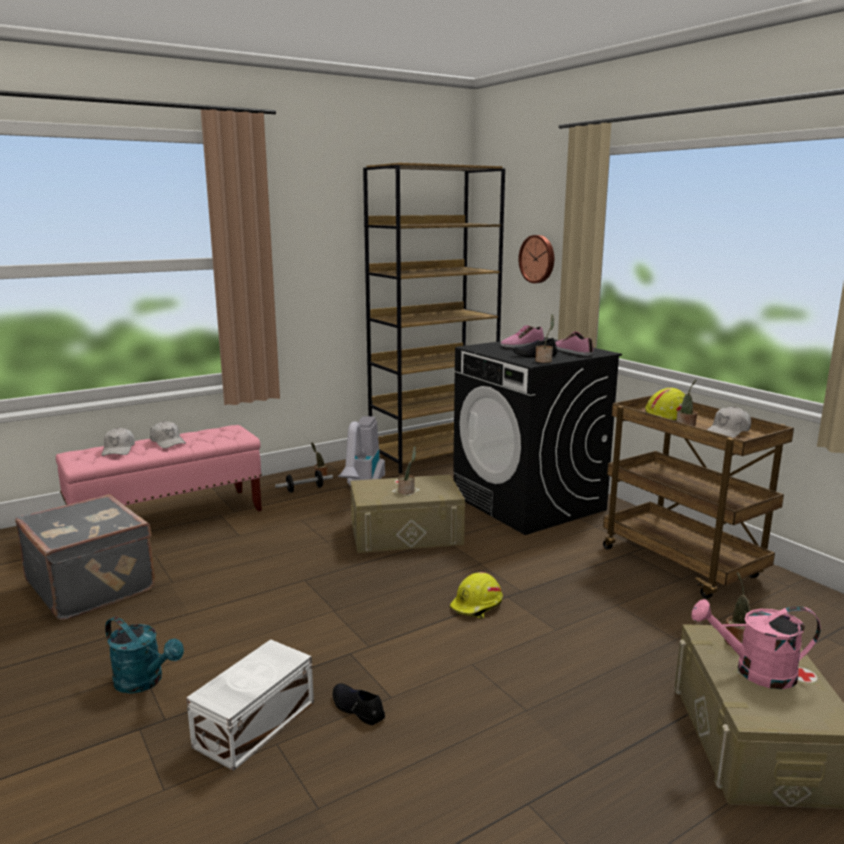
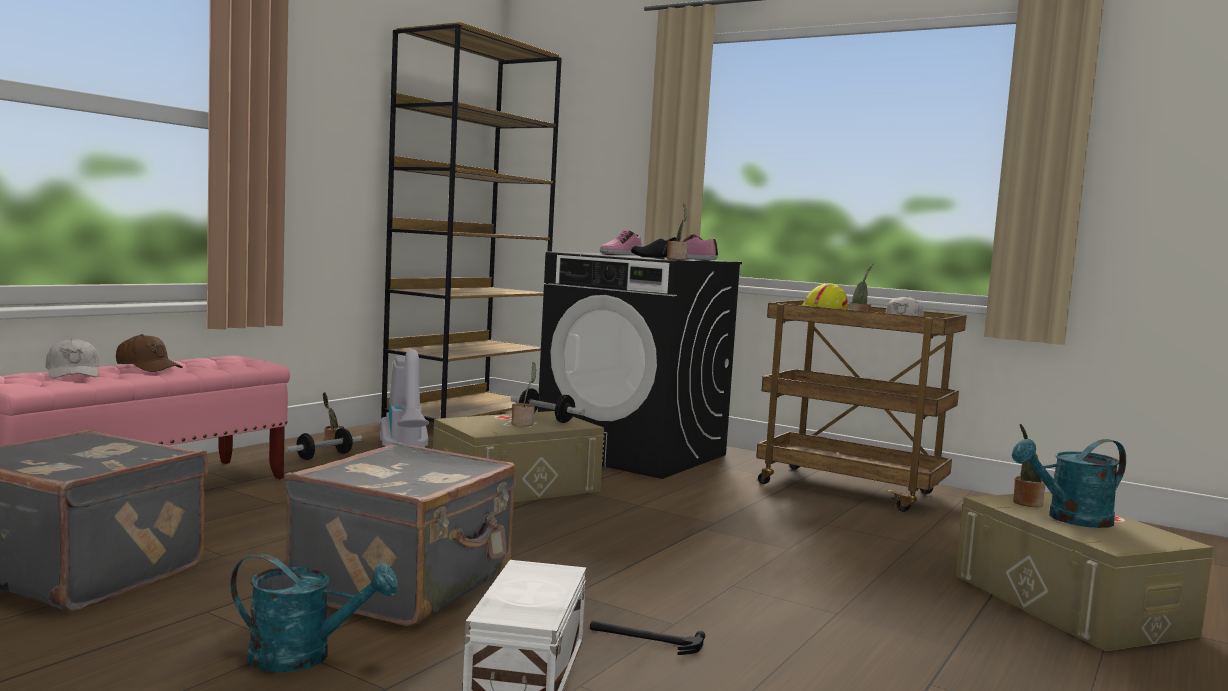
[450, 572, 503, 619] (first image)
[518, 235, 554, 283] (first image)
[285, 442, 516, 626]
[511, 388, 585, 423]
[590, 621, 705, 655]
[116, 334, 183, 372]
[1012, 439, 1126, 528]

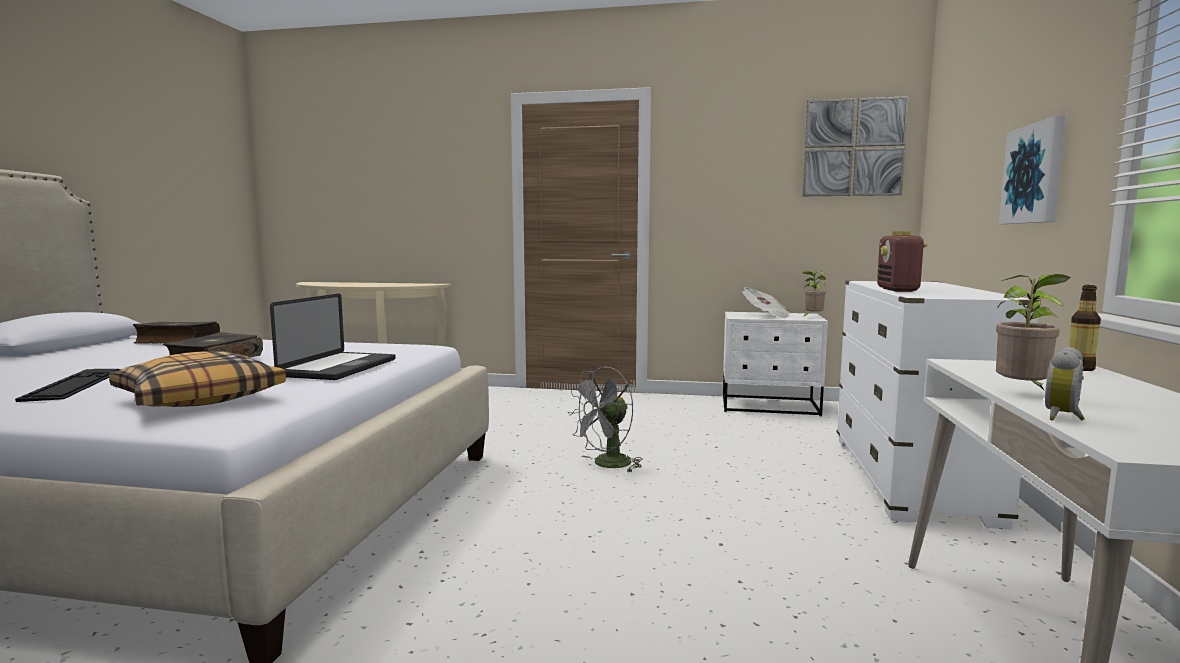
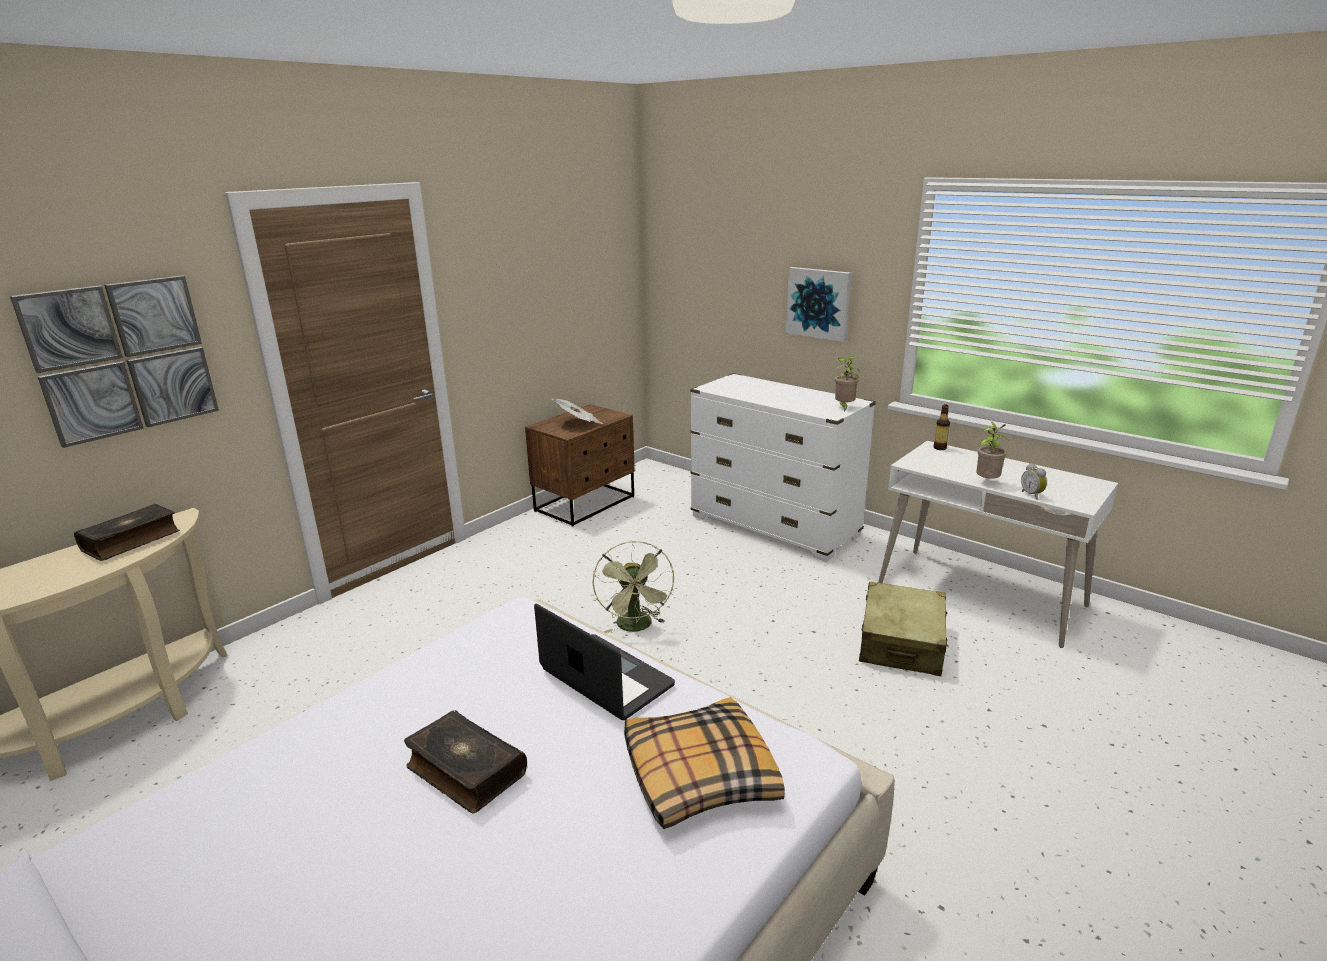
[15, 369, 121, 402] (first image)
[877, 231, 928, 292] (first image)
[859, 582, 948, 676]
[74, 504, 180, 561]
[835, 356, 859, 411]
[10, 275, 219, 448]
[592, 541, 674, 633]
[525, 404, 635, 527]

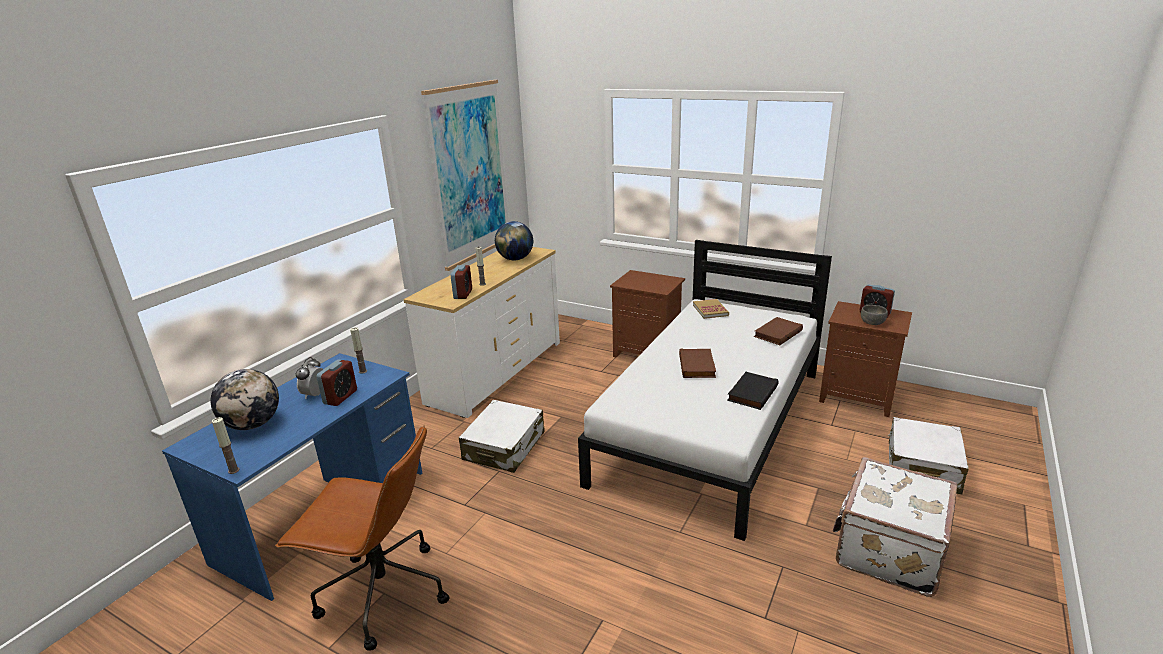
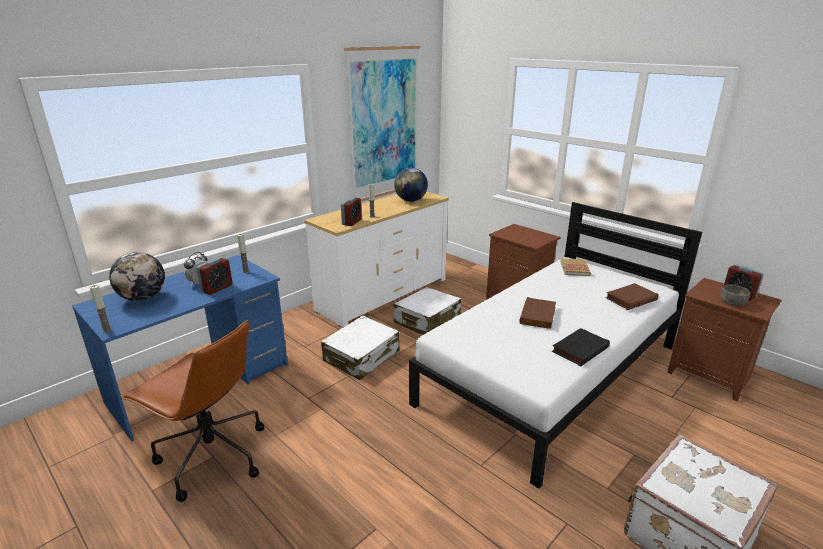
[394, 287, 461, 335]

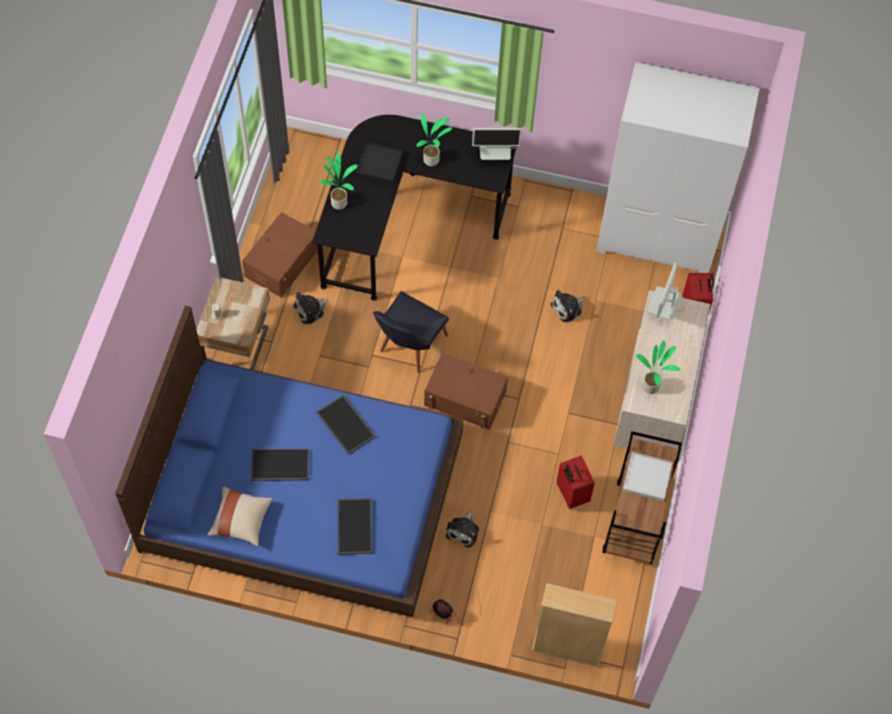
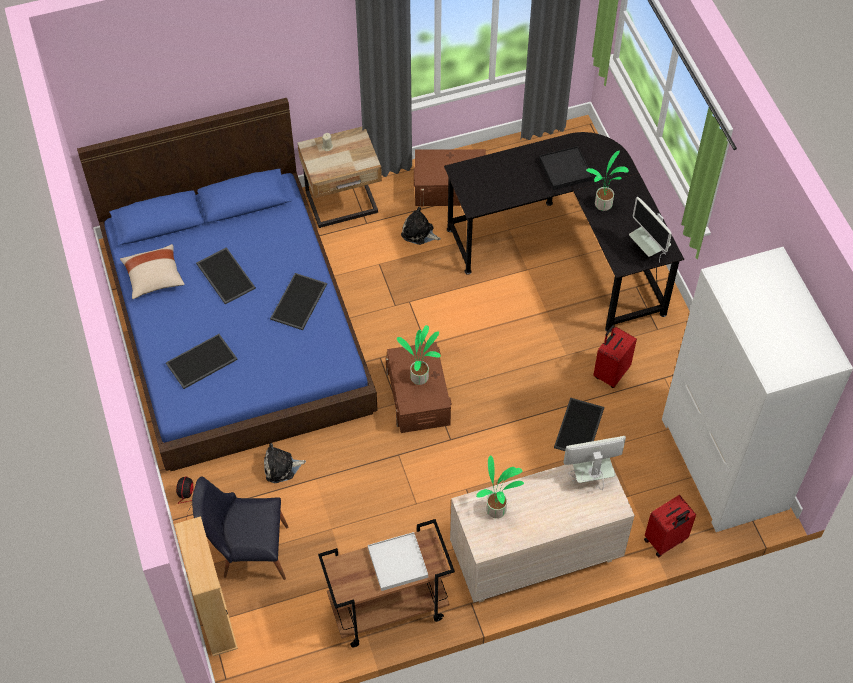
[397, 325, 441, 385]
[192, 476, 289, 580]
[593, 325, 637, 388]
[554, 398, 604, 451]

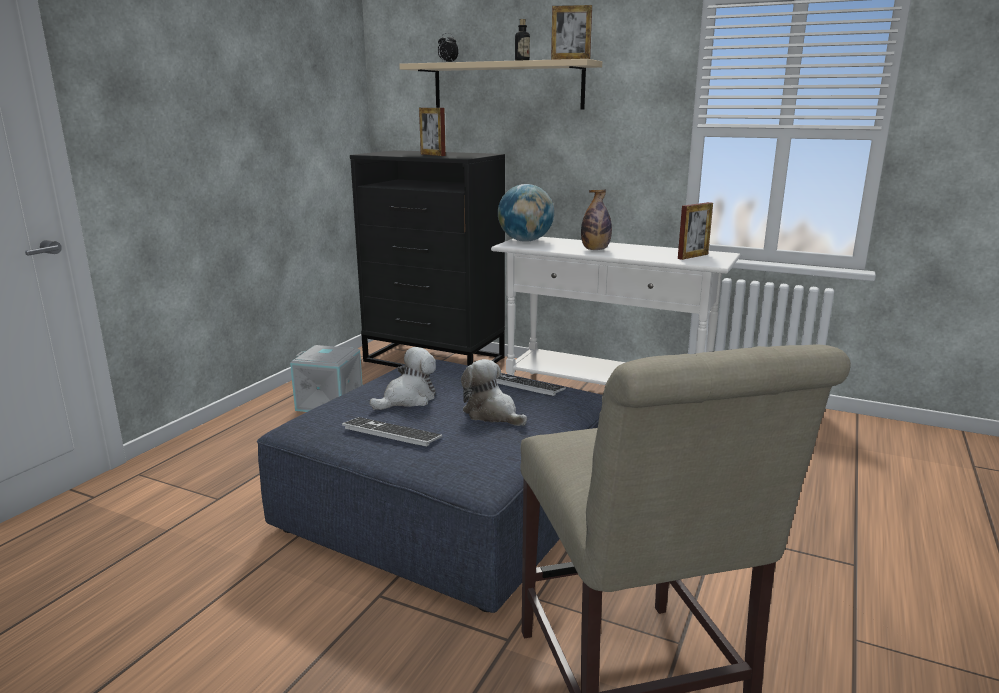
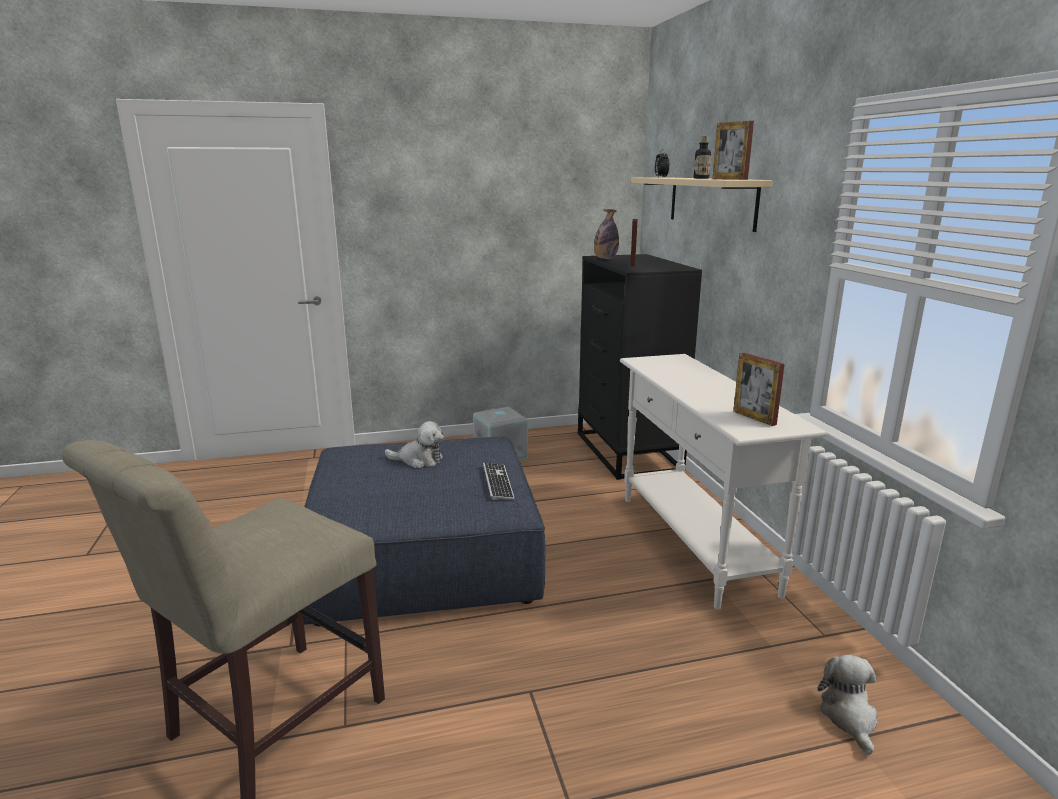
[342, 417, 442, 447] (first image)
[498, 184, 554, 242] (first image)
[817, 655, 878, 755]
[594, 209, 619, 259]
[733, 353, 785, 426]

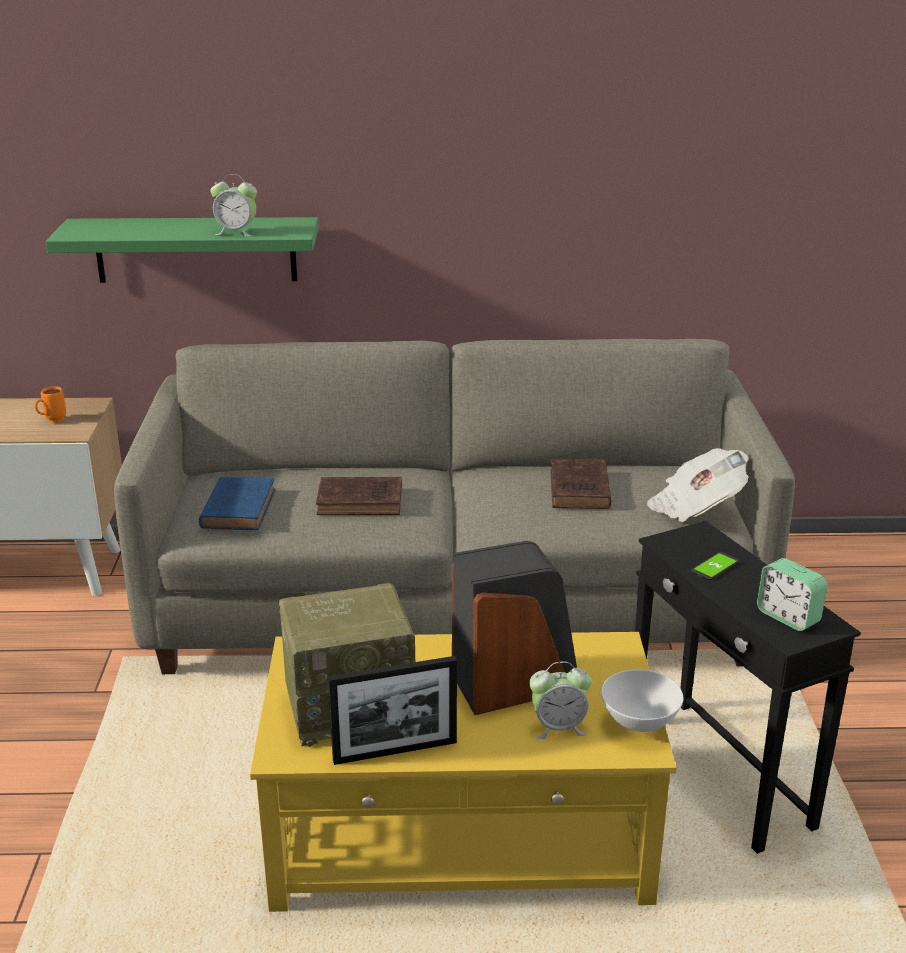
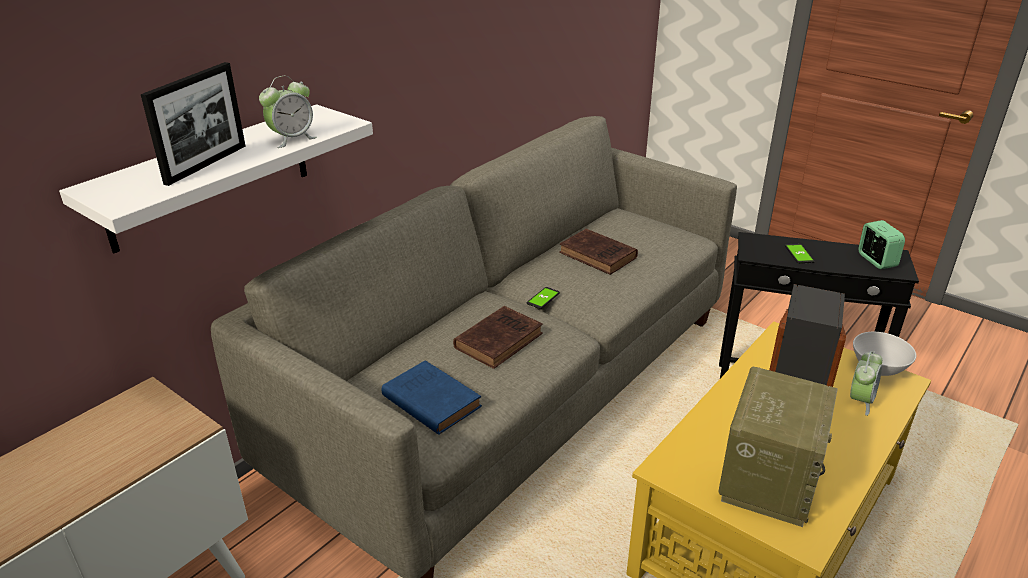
[35, 386, 66, 423] (first image)
[647, 448, 749, 522] (first image)
[527, 287, 560, 309]
[141, 62, 245, 186]
[59, 104, 373, 253]
[858, 220, 905, 269]

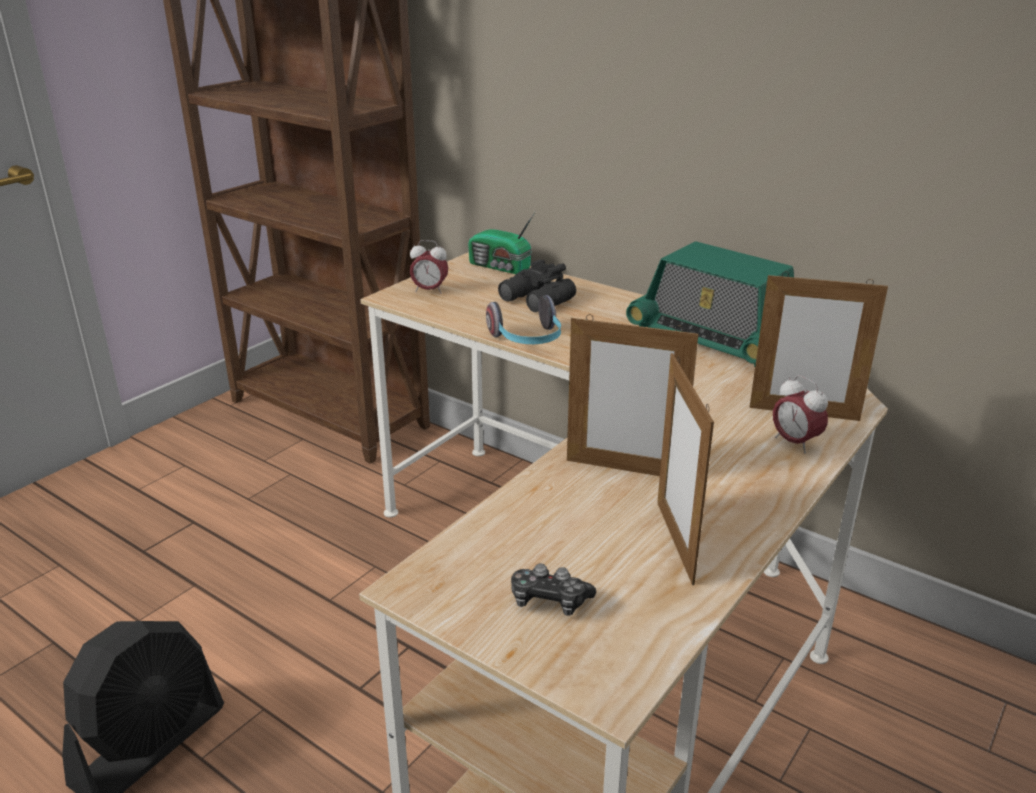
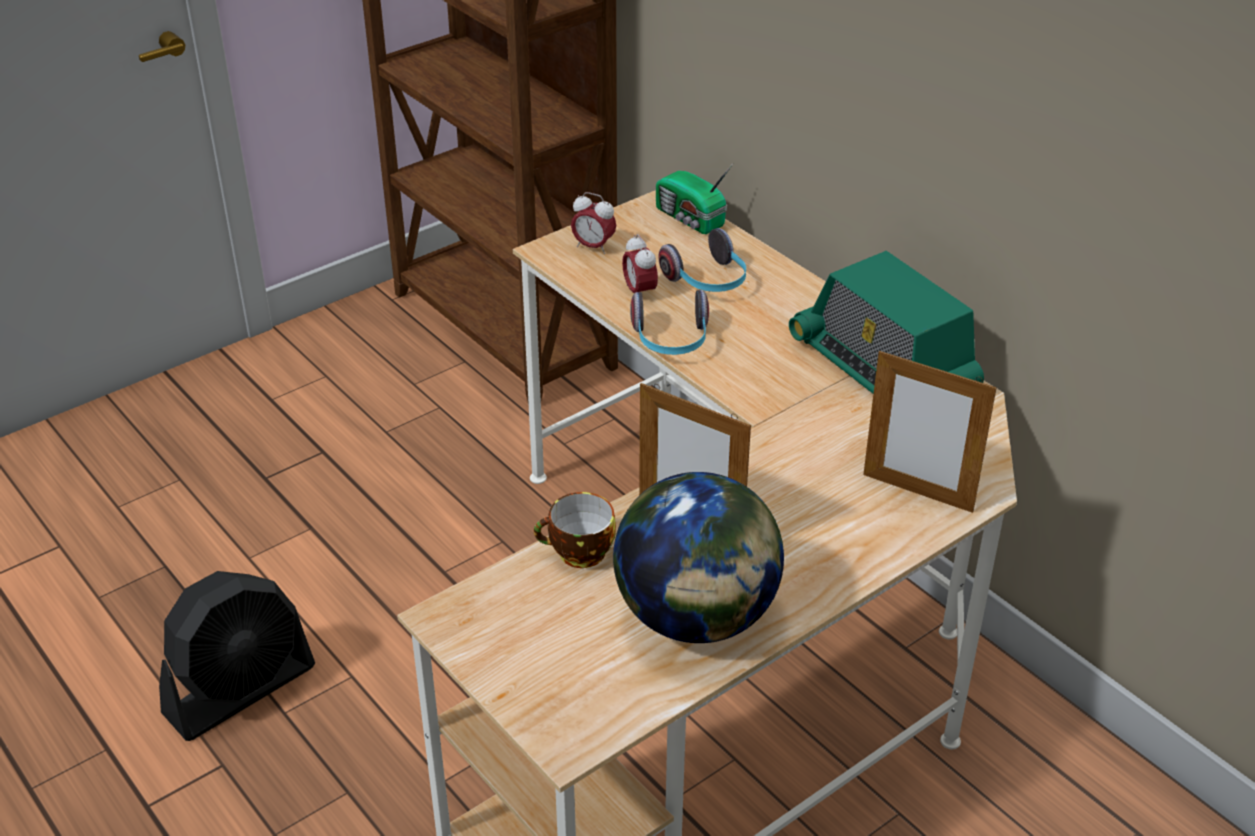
[511, 564, 596, 616] (first image)
[534, 492, 616, 568]
[622, 234, 658, 293]
[658, 228, 746, 292]
[613, 472, 784, 643]

